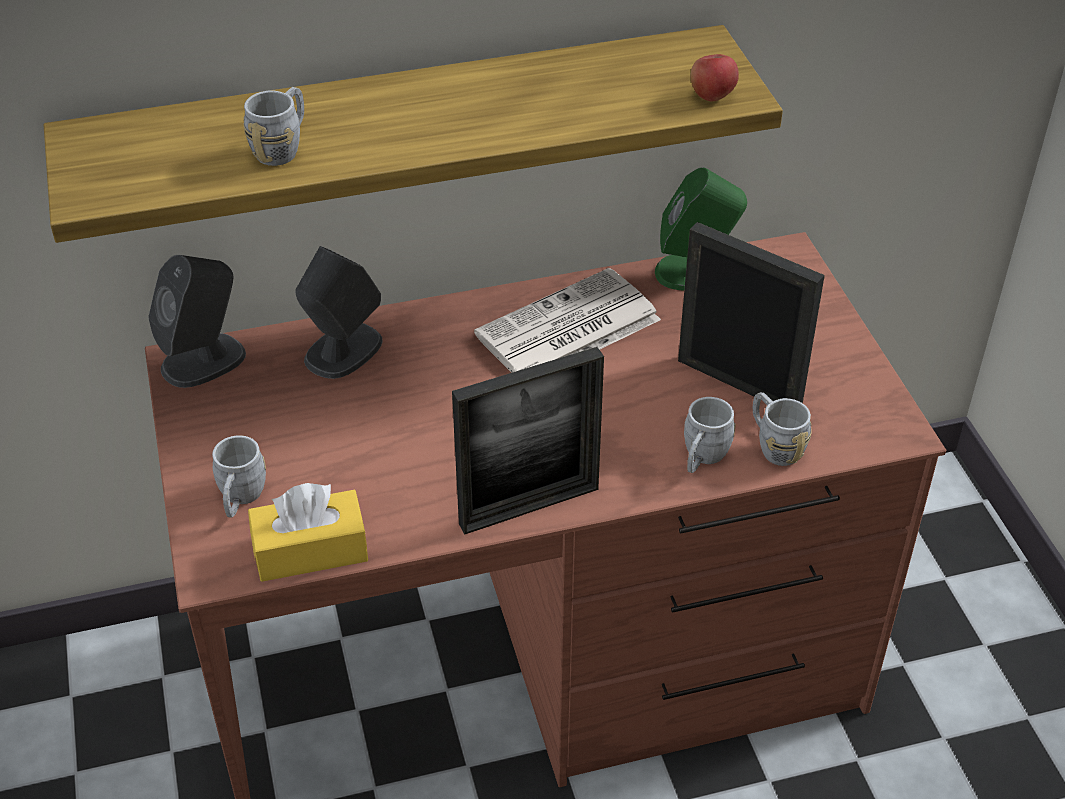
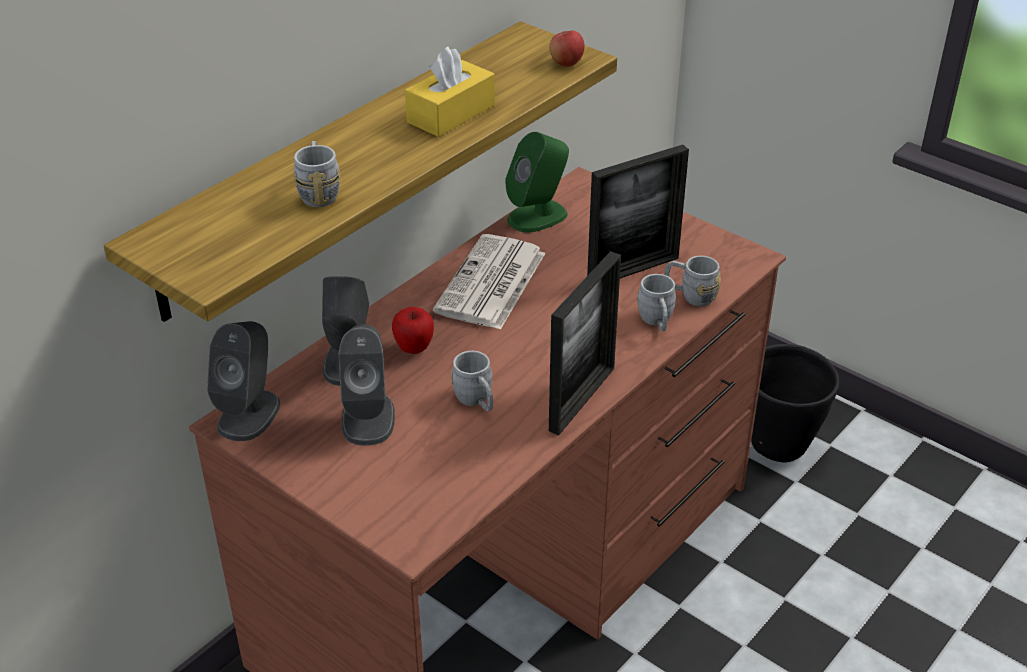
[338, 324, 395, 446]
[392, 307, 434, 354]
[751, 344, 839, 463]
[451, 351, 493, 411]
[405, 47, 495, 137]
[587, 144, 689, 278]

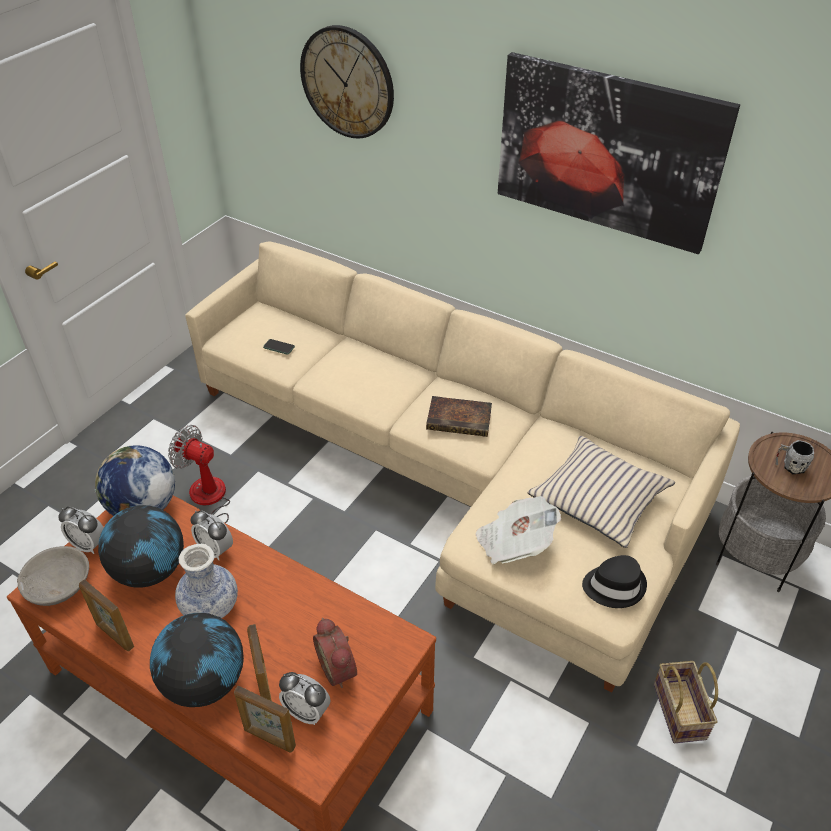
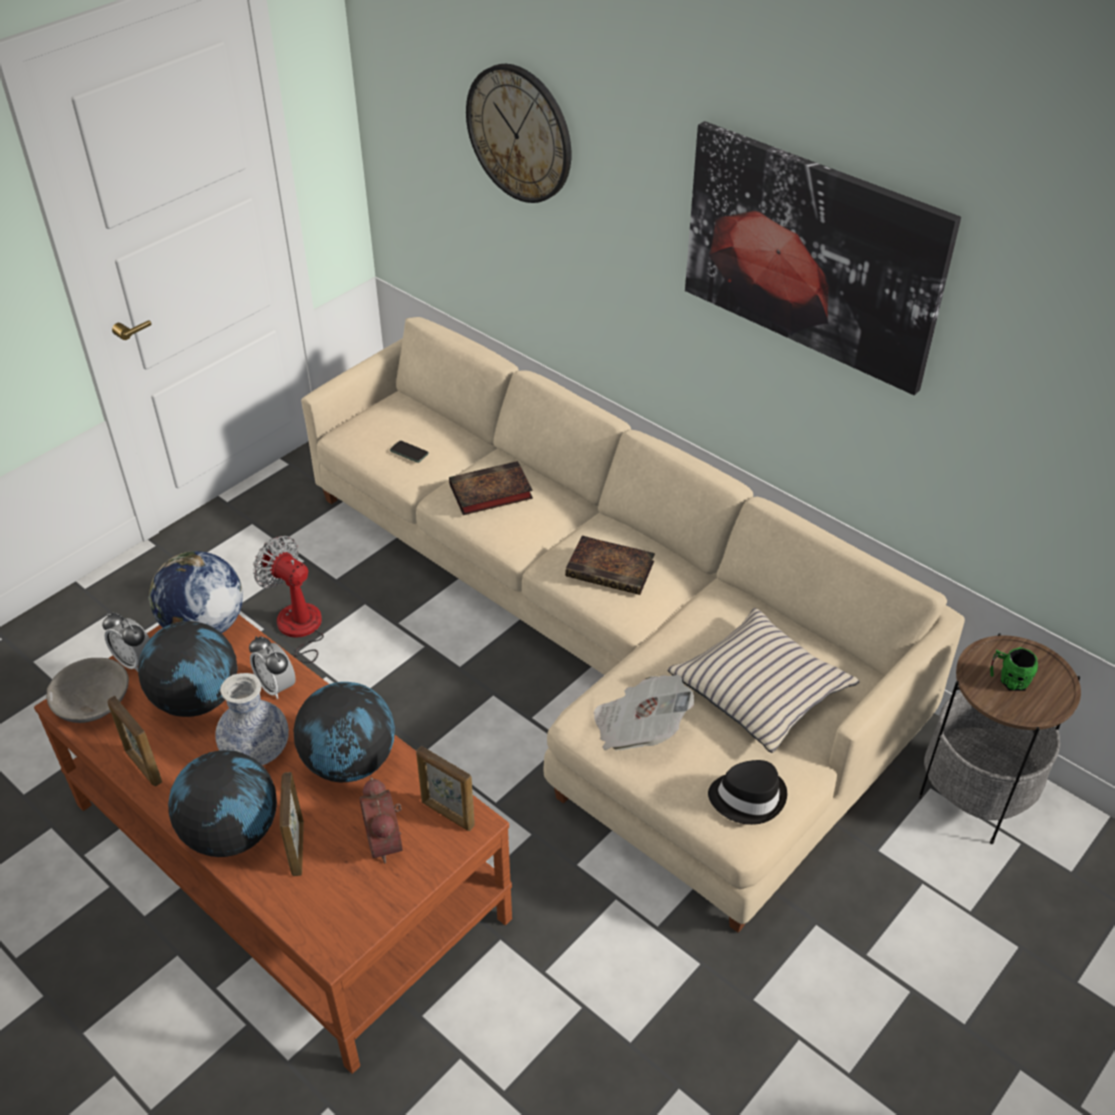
[279, 672, 331, 725] (first image)
[654, 661, 718, 743] (first image)
[294, 682, 395, 782]
[449, 461, 533, 515]
[416, 746, 475, 831]
[990, 647, 1038, 691]

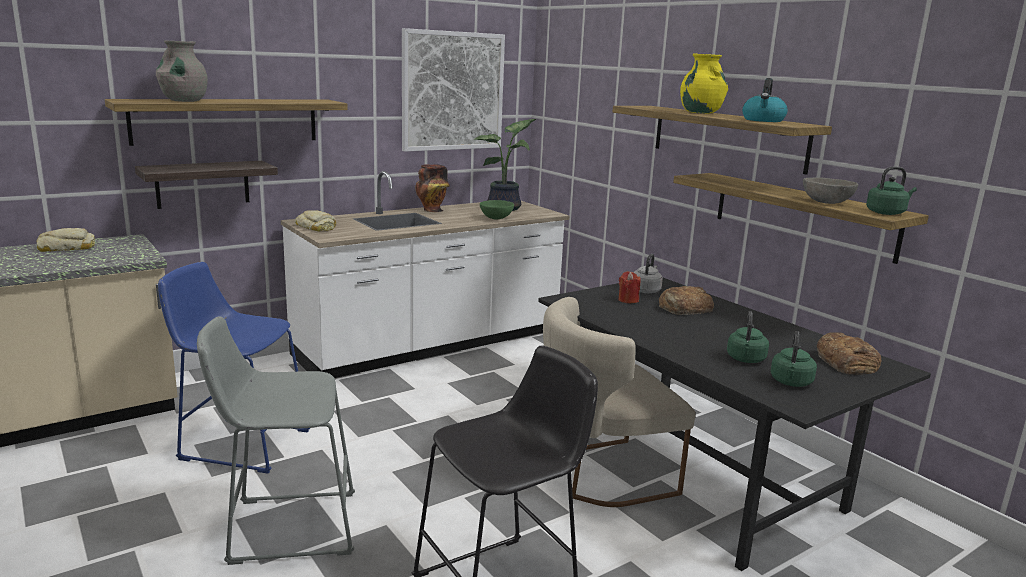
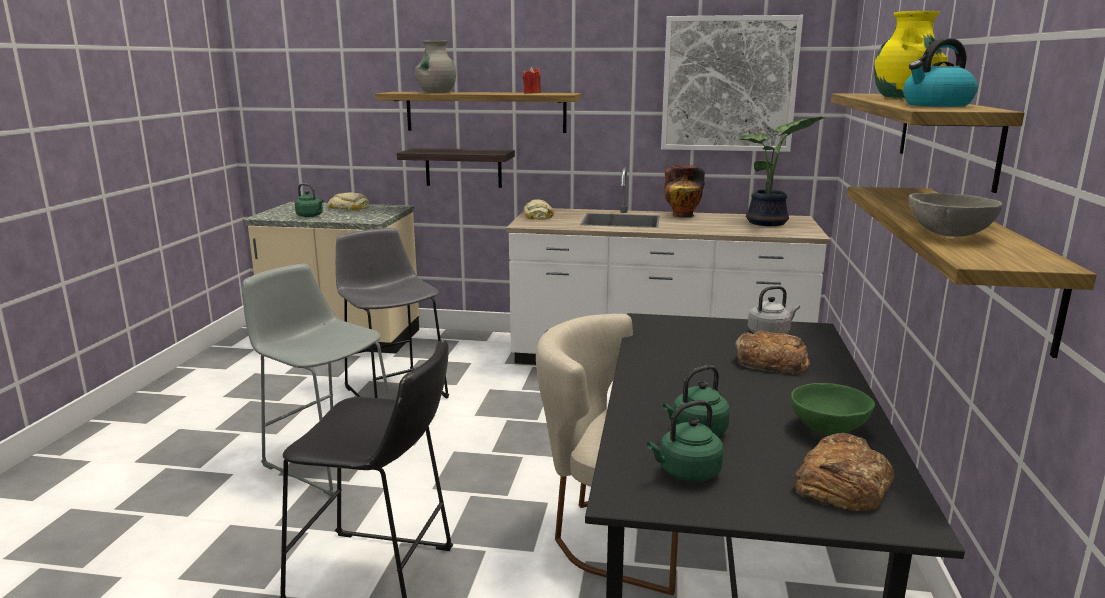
[791, 383, 875, 434]
[523, 67, 541, 93]
[295, 183, 324, 217]
[336, 228, 449, 399]

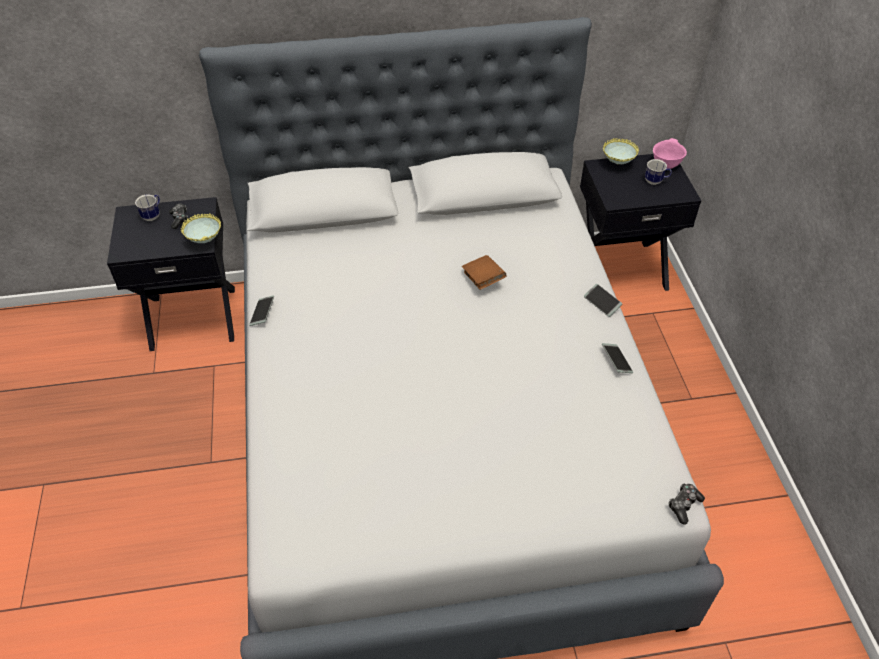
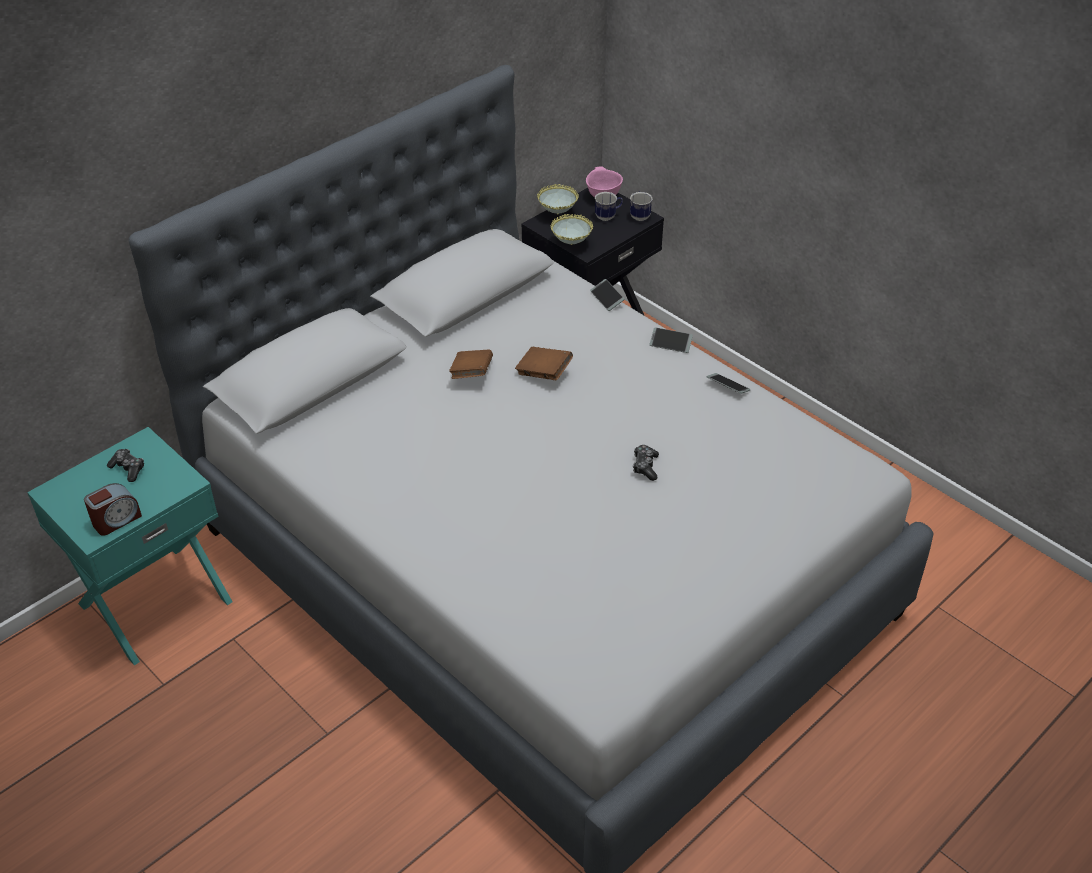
[84, 483, 142, 536]
[449, 350, 493, 379]
[630, 191, 652, 221]
[550, 214, 593, 245]
[590, 279, 625, 311]
[633, 445, 659, 481]
[27, 427, 233, 665]

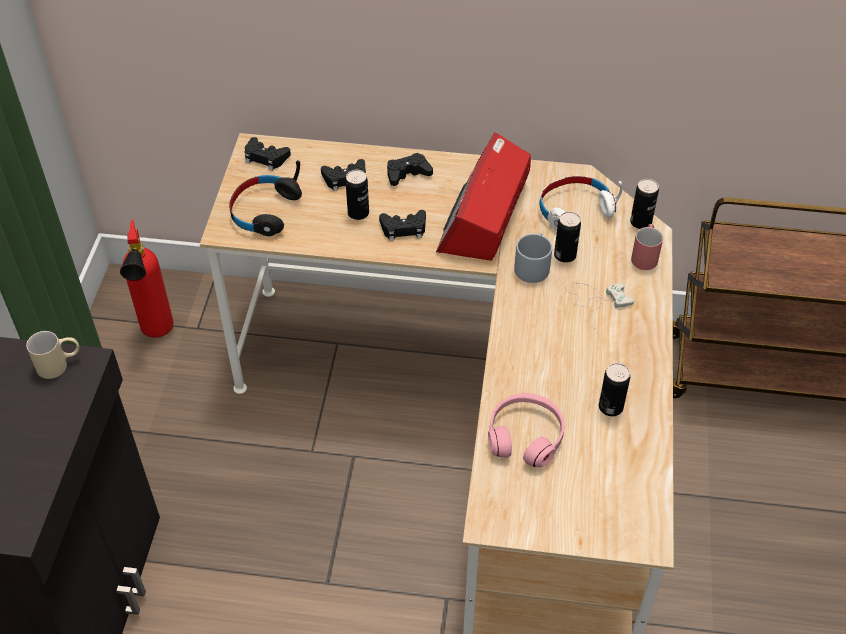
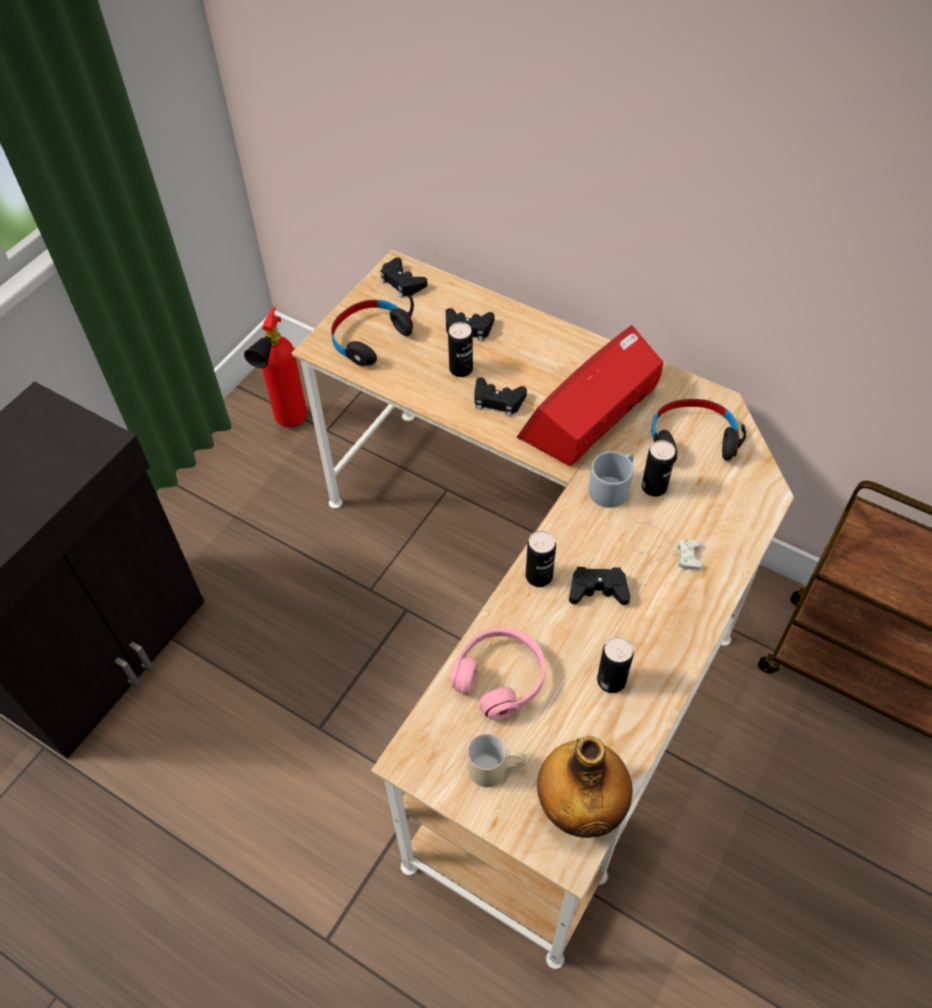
[631, 224, 663, 270] (first image)
[537, 736, 633, 838]
[468, 734, 527, 787]
[569, 567, 630, 605]
[525, 530, 556, 587]
[651, 399, 746, 462]

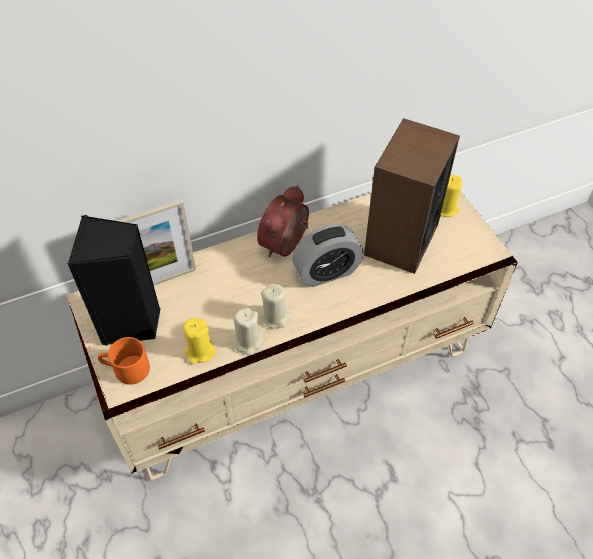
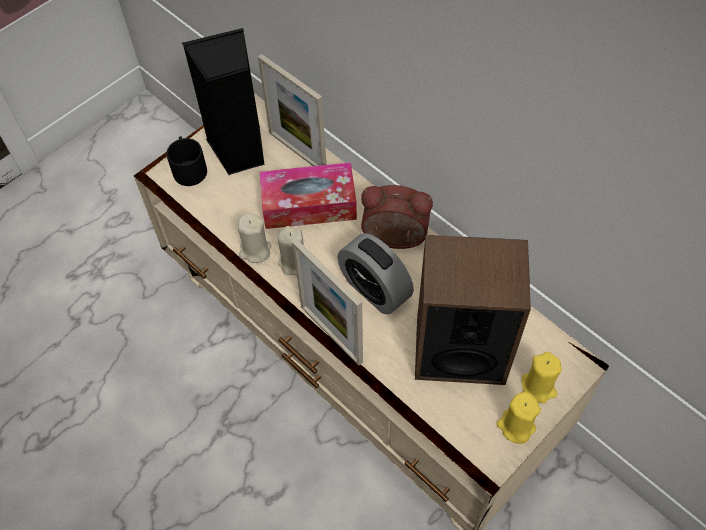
[260, 162, 357, 229]
[292, 239, 363, 365]
[496, 392, 541, 444]
[167, 136, 207, 186]

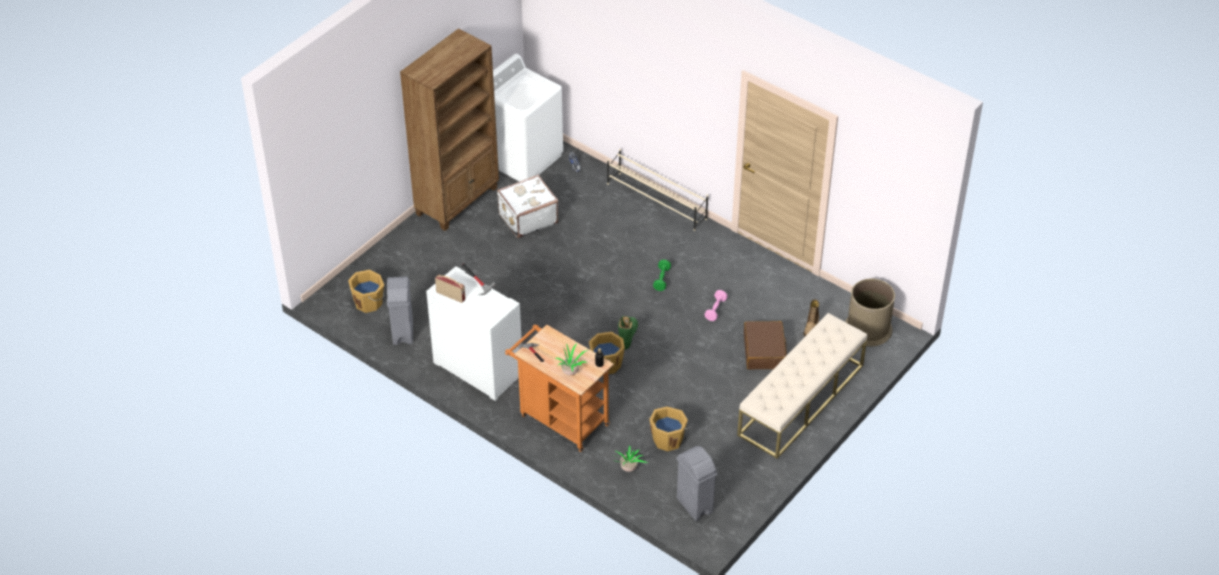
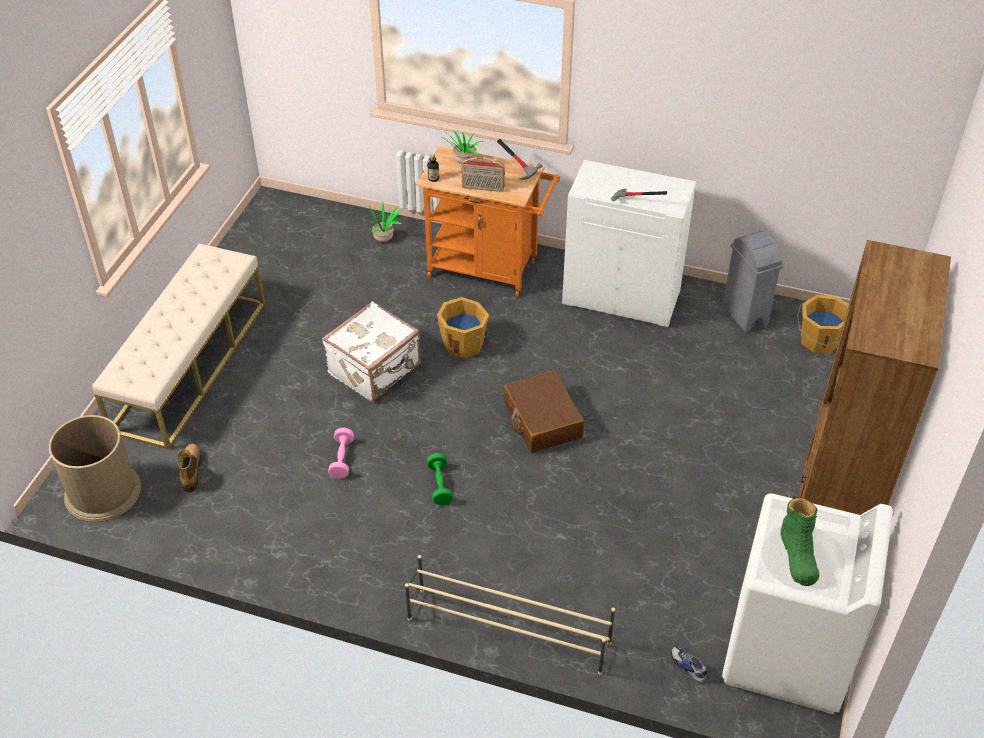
[648, 407, 690, 451] (first image)
[677, 446, 717, 521] (first image)
[461, 157, 505, 192]
[322, 301, 421, 402]
[781, 496, 819, 586]
[503, 371, 584, 453]

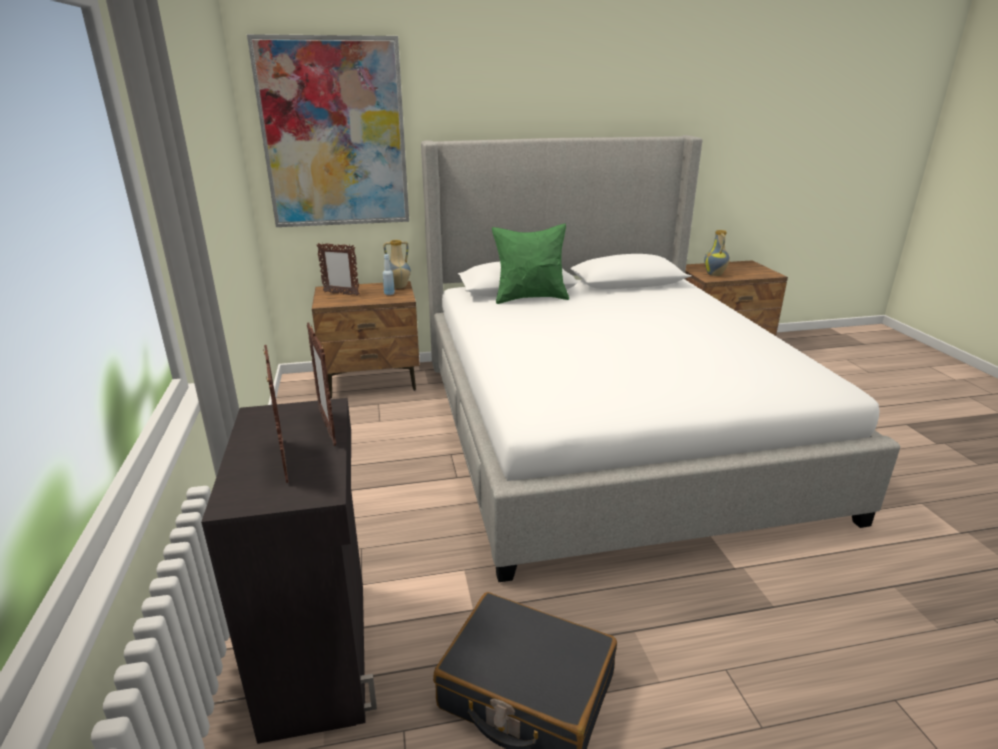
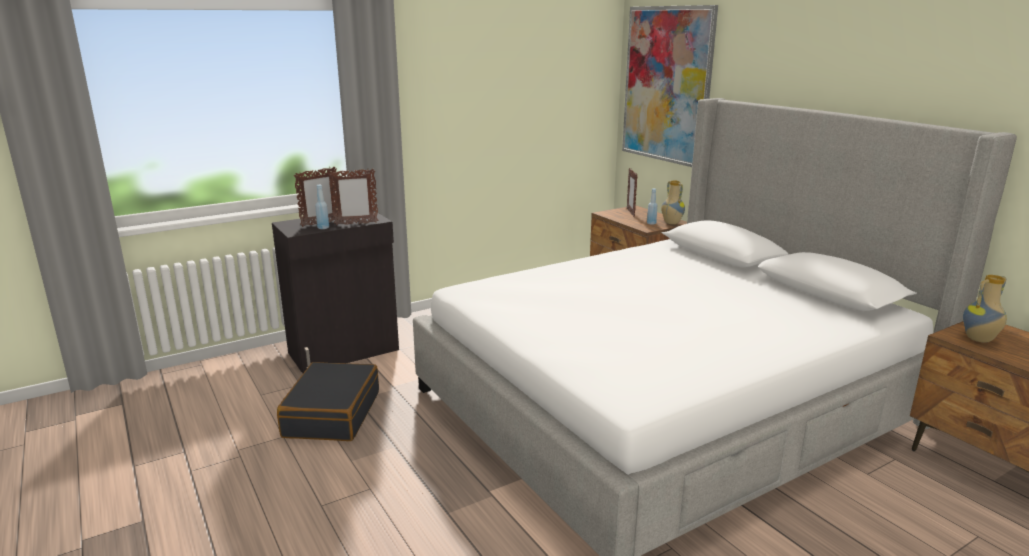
[492, 224, 569, 304] (first image)
[315, 185, 329, 229]
[328, 169, 378, 225]

